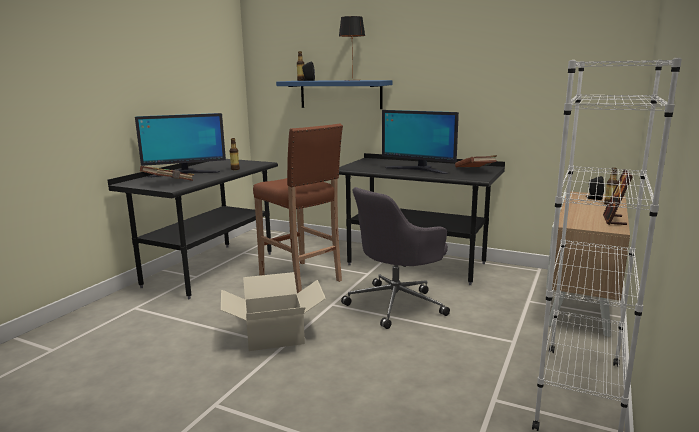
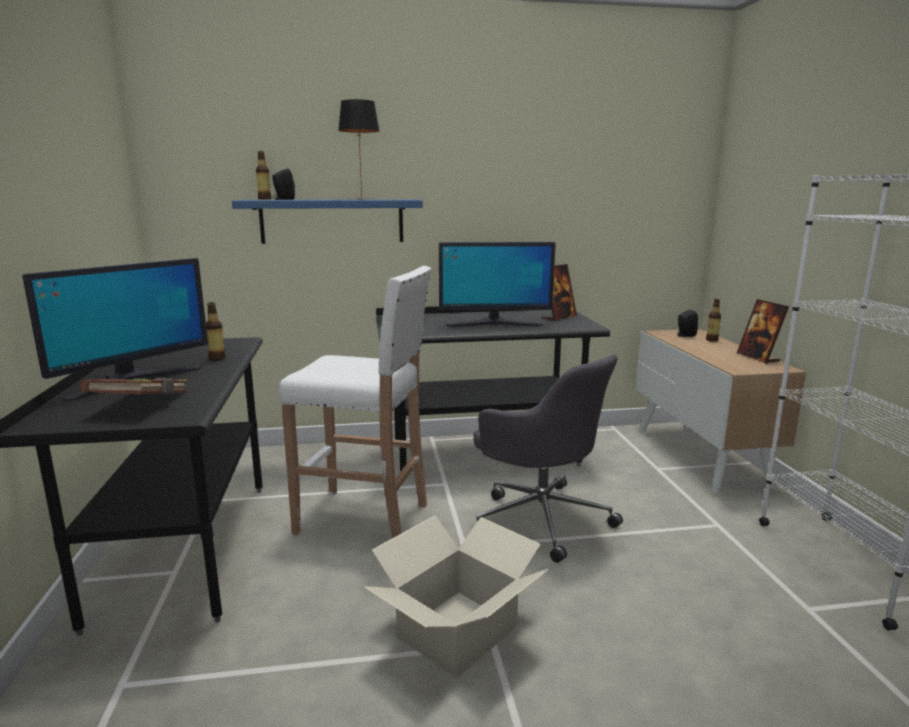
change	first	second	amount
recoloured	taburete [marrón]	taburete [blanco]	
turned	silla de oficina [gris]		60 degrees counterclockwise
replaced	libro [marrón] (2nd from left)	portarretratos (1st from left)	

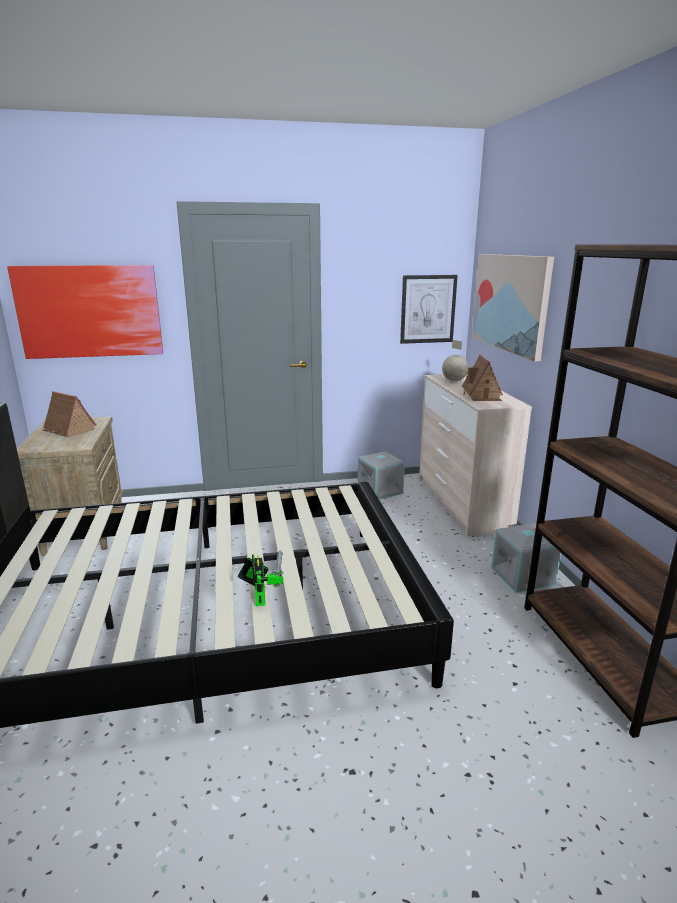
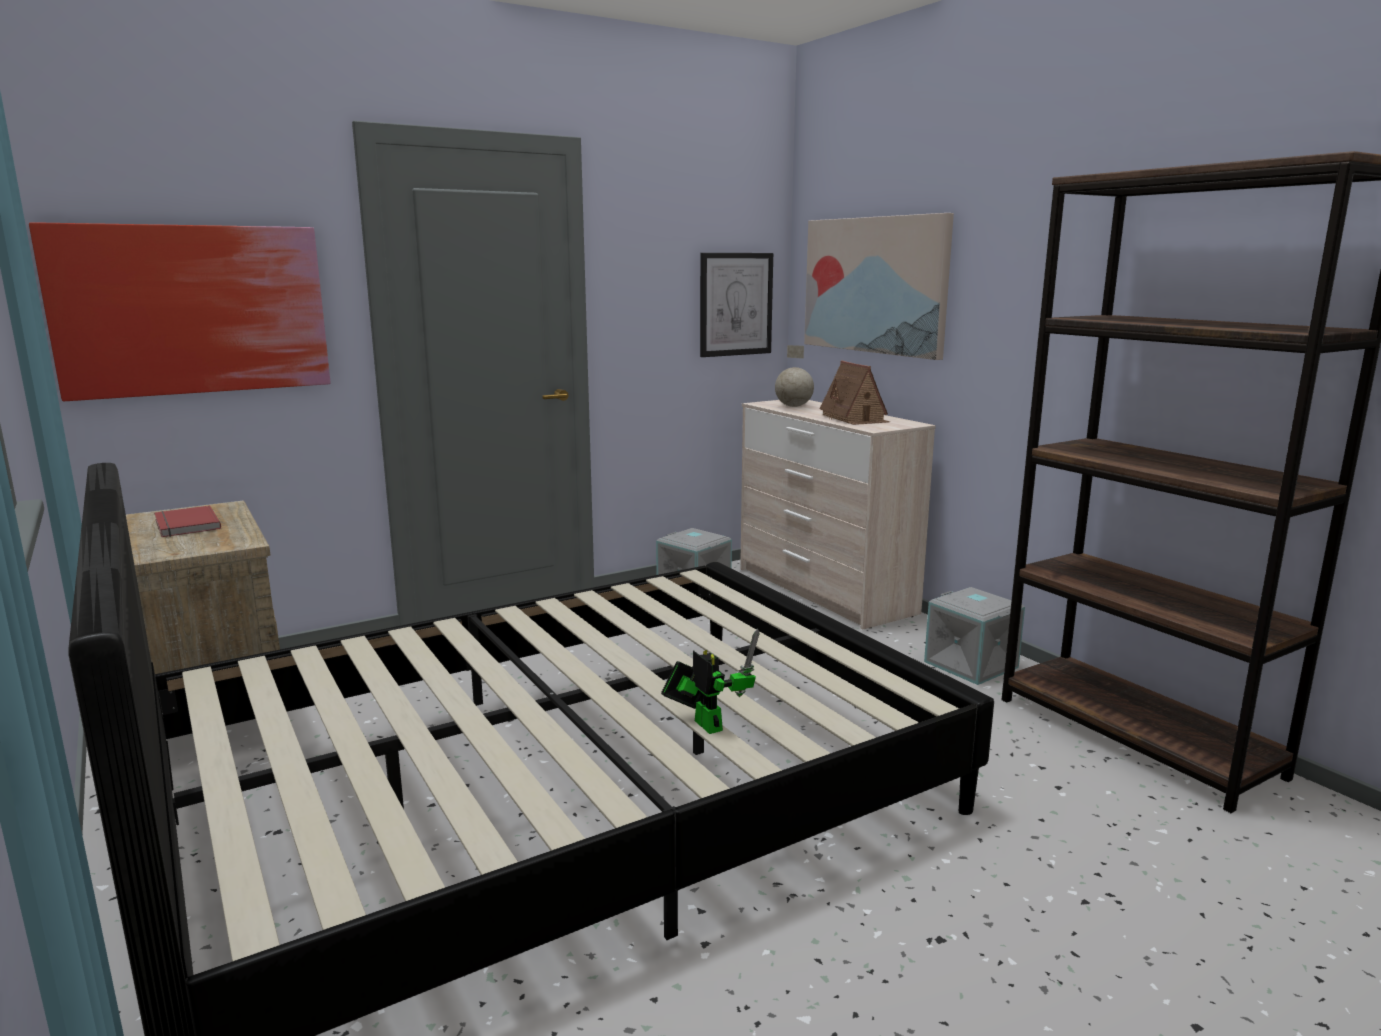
change	first	second	amount
replaced	casita (1st from left)	libro [rojo]	

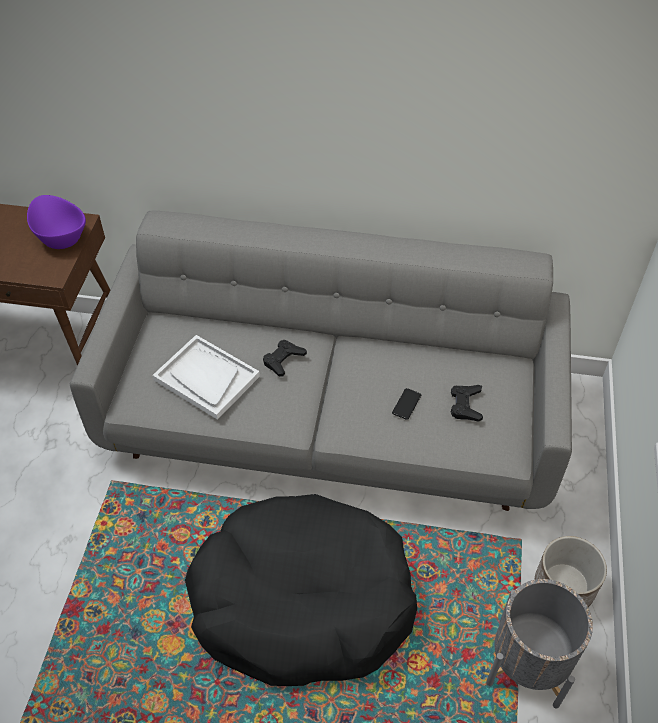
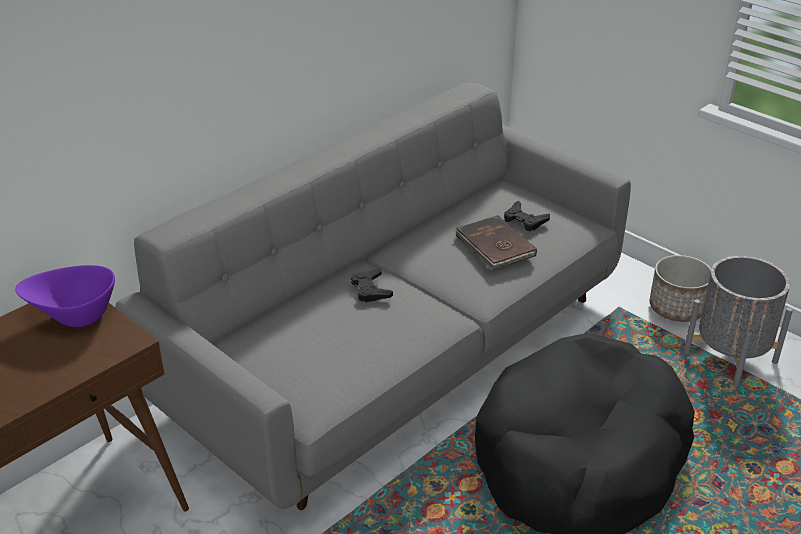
change	first	second	amount
removed	bandeja [blanco]		
replaced	móvil	libro [marrón]	

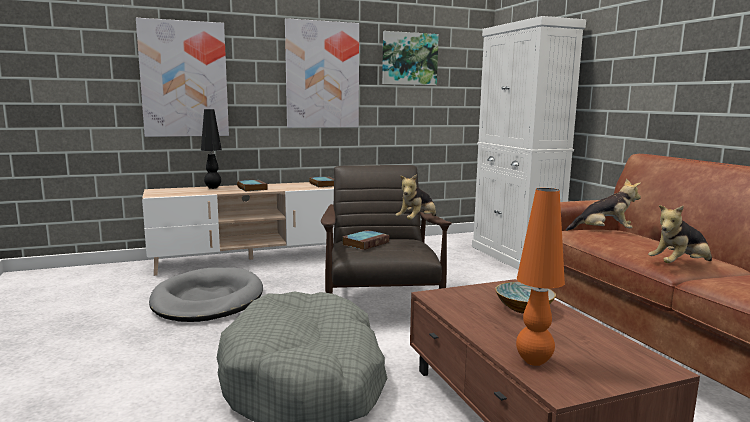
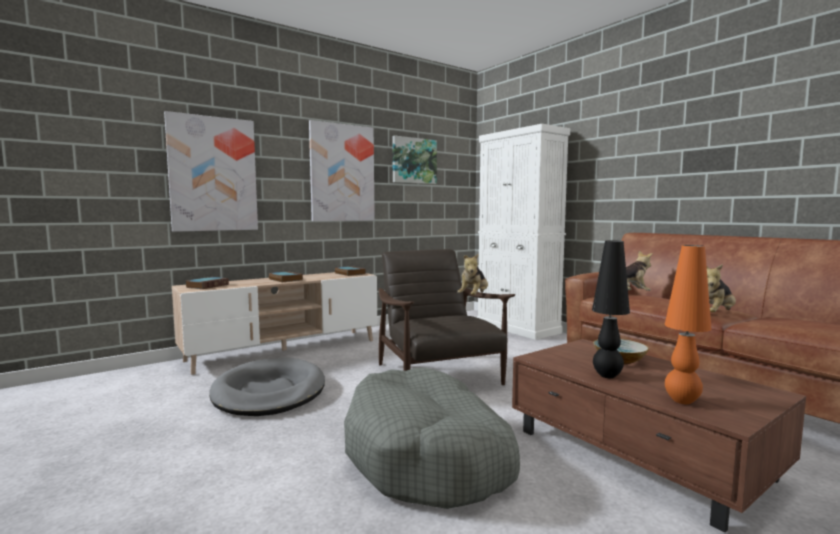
change	first	second	amount
moved	lámpara de mesa [negro]		
moved	libro (3rd from left in the first image)	libro (1st from left)	

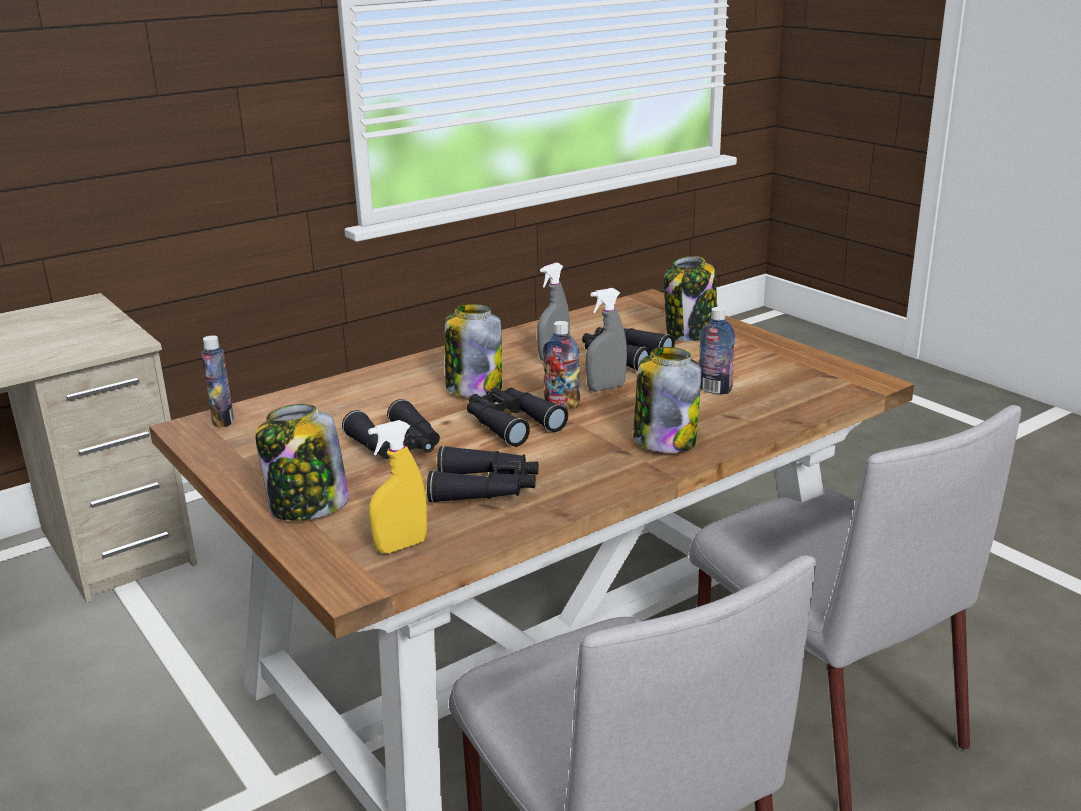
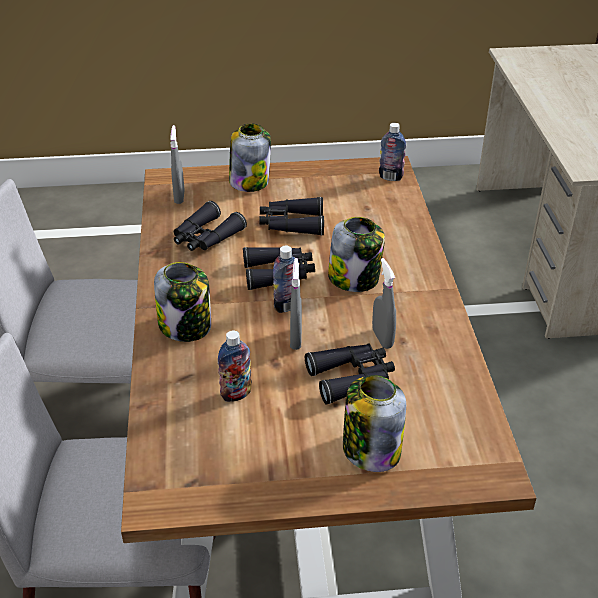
change	first	second	amount
recoloured	pulverizador [amarillo]	pulverizador [gris] (1st from left)	

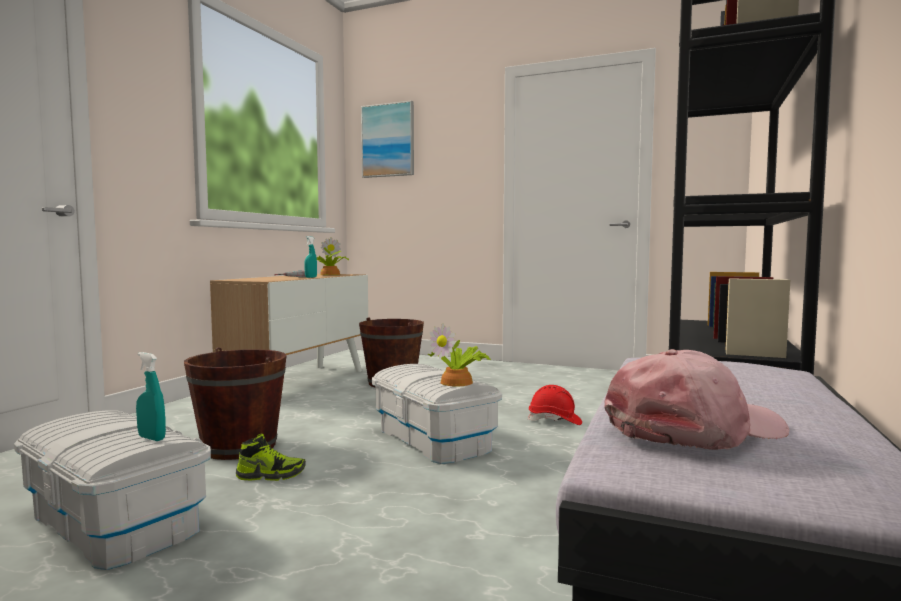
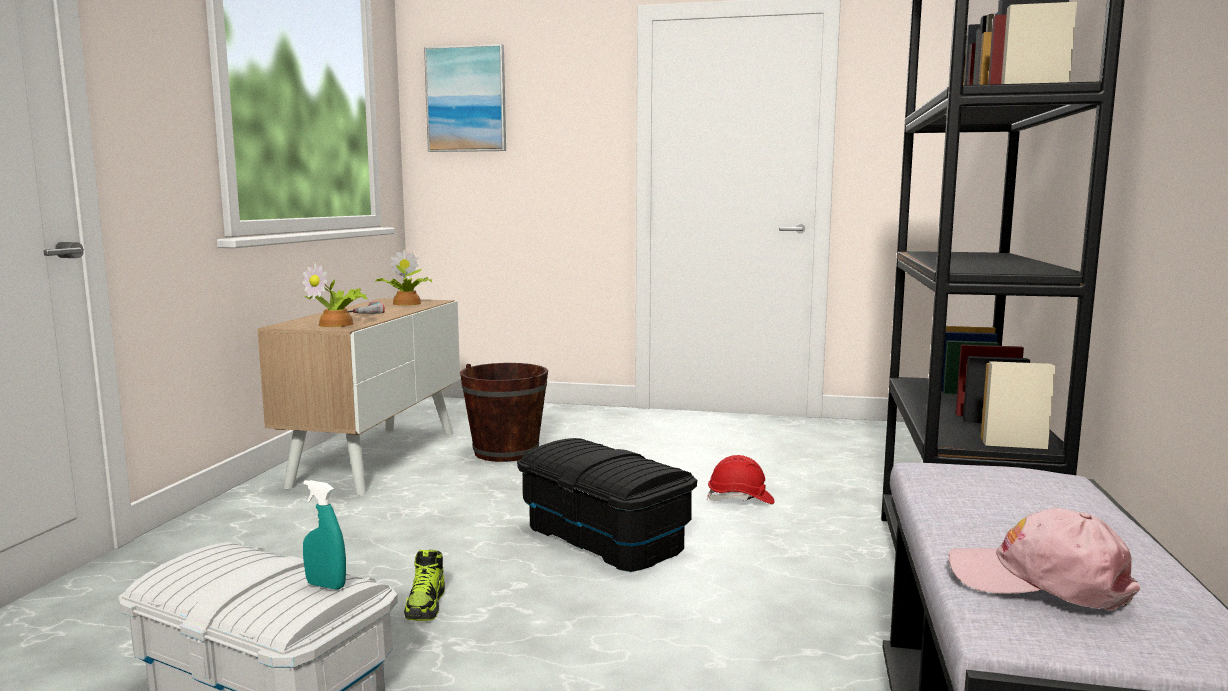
change	first	second	amount
removed	cubo [marrón] (1st from left)		
turned	zapato		105 degrees clockwise
removed	pulverizador [turquesa] (2nd from left)		
recoloured	caja de almacenaje [blanco] (2nd from left)	caja de almacenaje [negro]	
moved	planta en maceta (2nd from left in the first image)	planta en maceta (1st from left)	
turned	gorra [rosa]		120 degrees counterclockwise

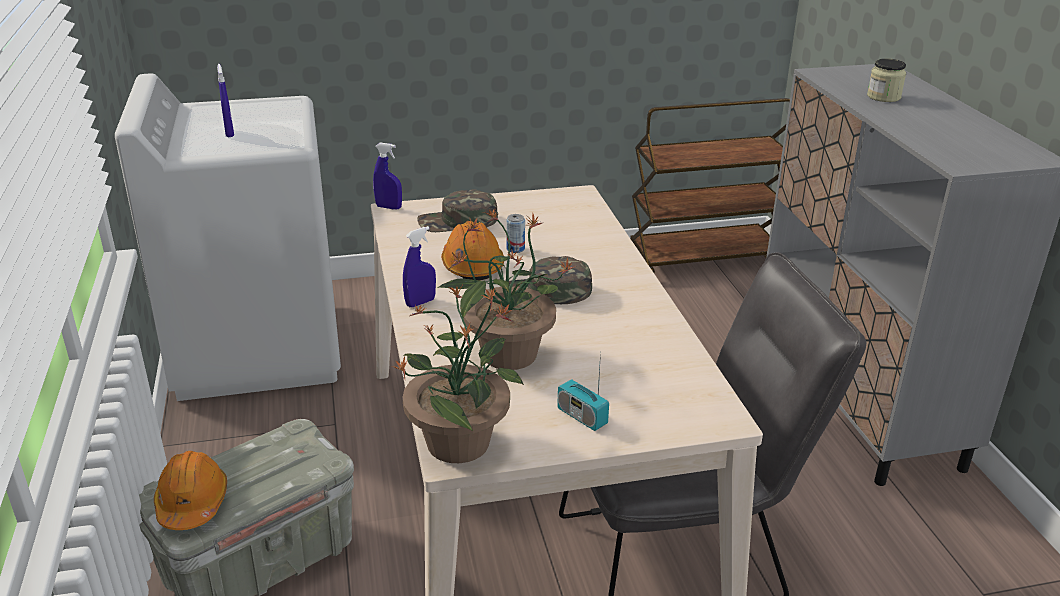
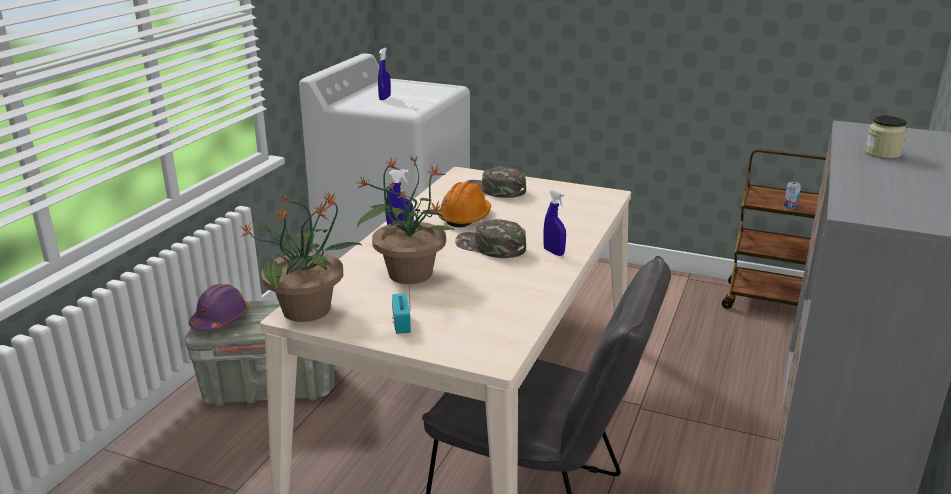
change	first	second	amount
recoloured	casco [naranja] (1st from left)	casco [morado]	
moved	pulverizador [azul] (2nd from left in the first image)	pulverizador [azul] (3rd from left)	
moved	lata		

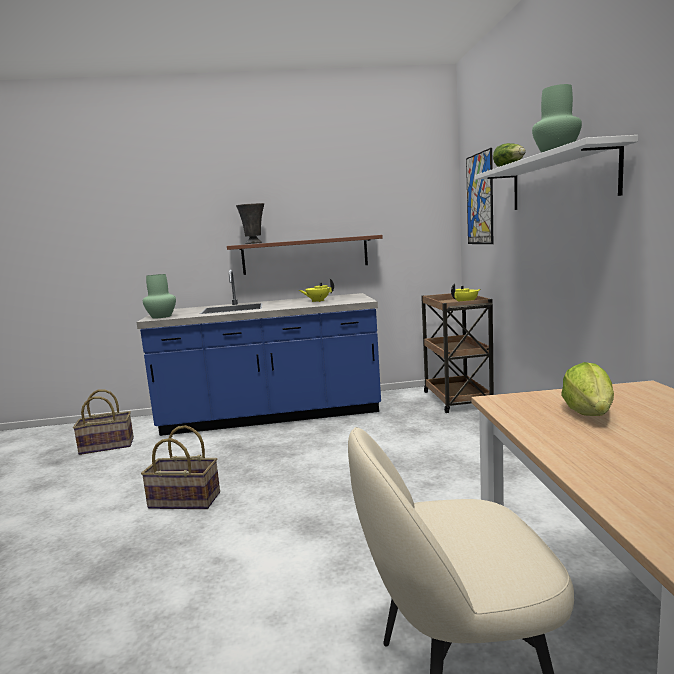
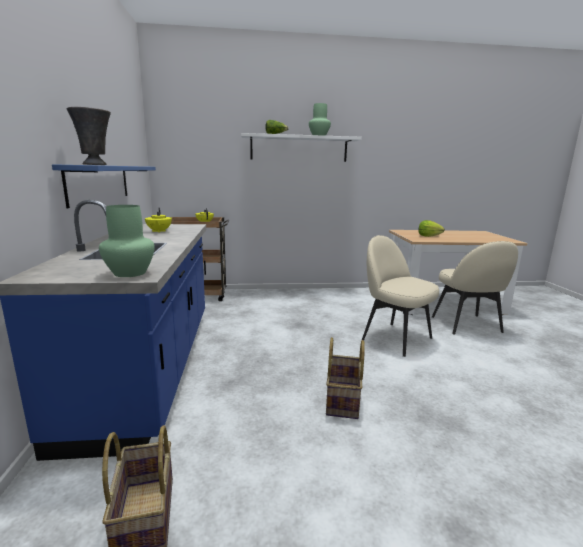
change	first	second	amount
recoloured	estante [marrón]	estante [azul]	
removed	cuadro		
added		silla [beis] (1st from left)	

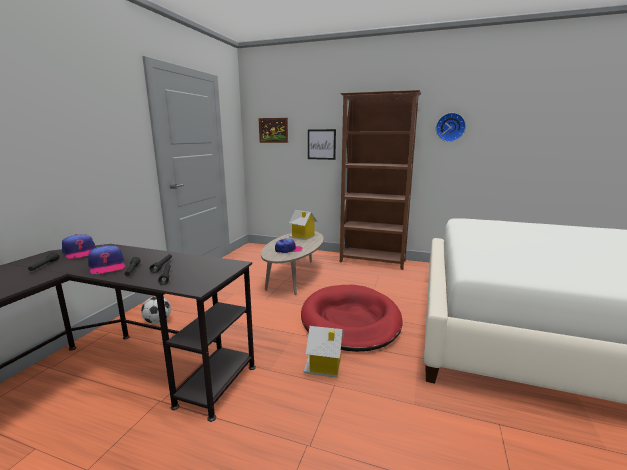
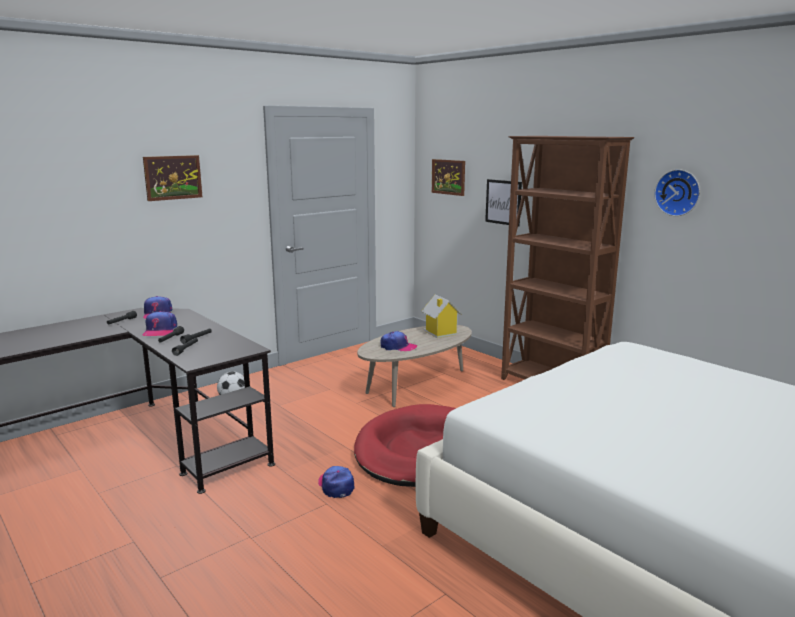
change	first	second	amount
replaced	casita (2nd from left)	gorra (3rd from left)	
added		cuadro (1st from left)	

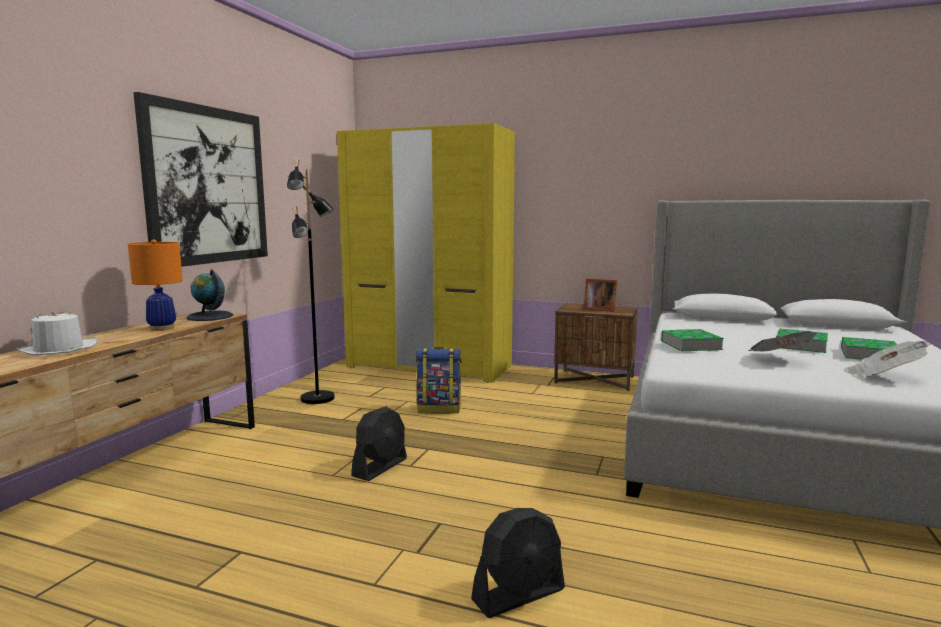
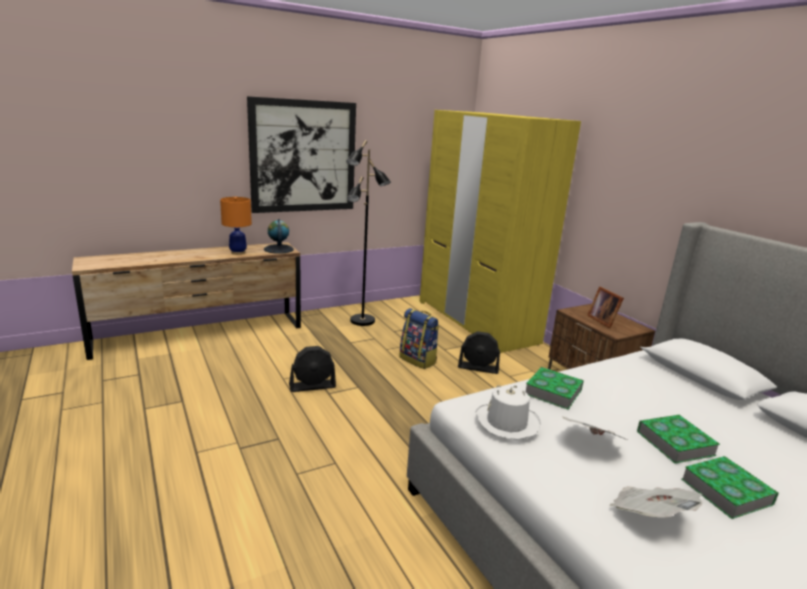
change	first	second	amount
moved	sombrero [blanco]		
moved	ventilador [negro] (2nd from left)		

